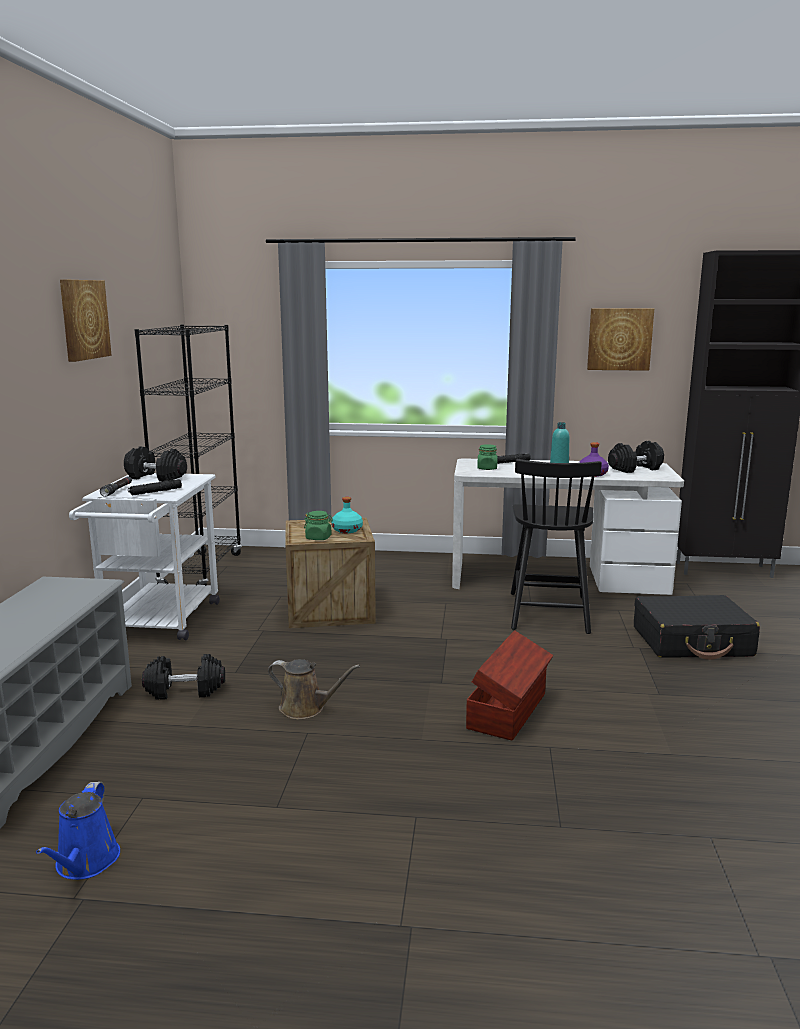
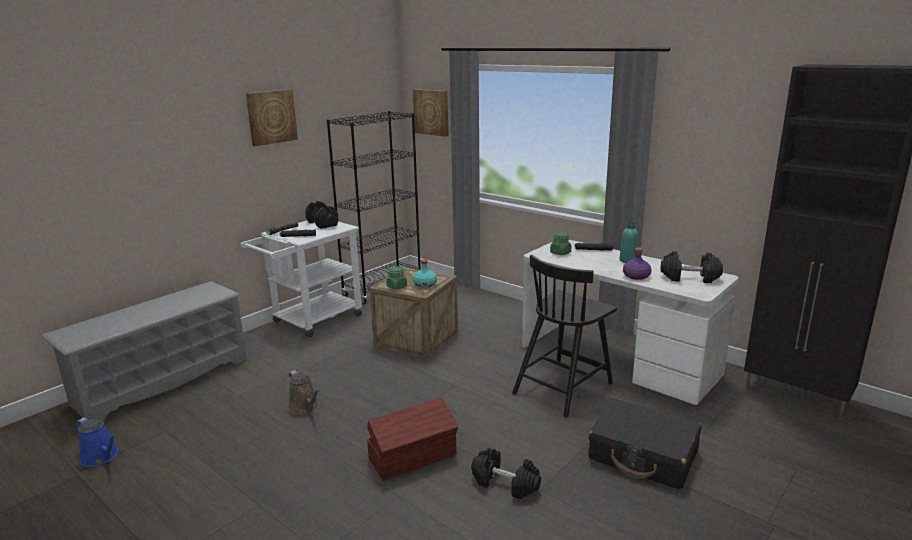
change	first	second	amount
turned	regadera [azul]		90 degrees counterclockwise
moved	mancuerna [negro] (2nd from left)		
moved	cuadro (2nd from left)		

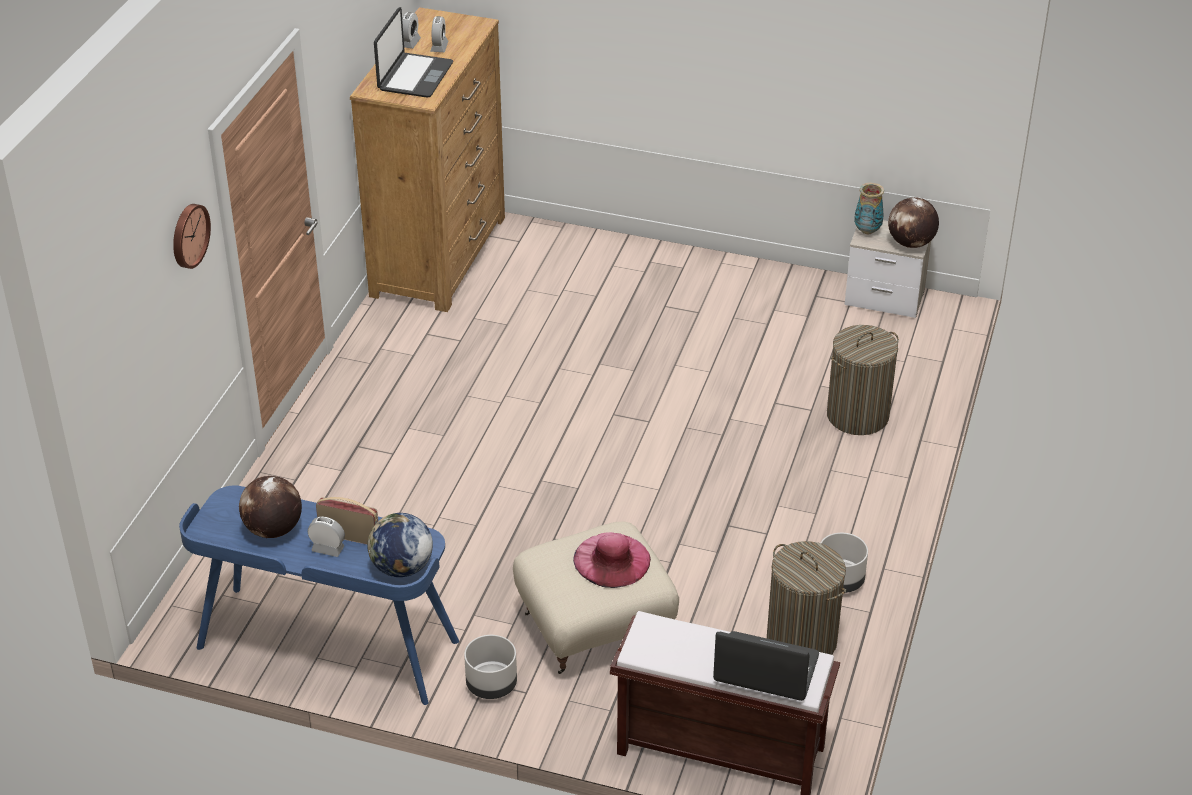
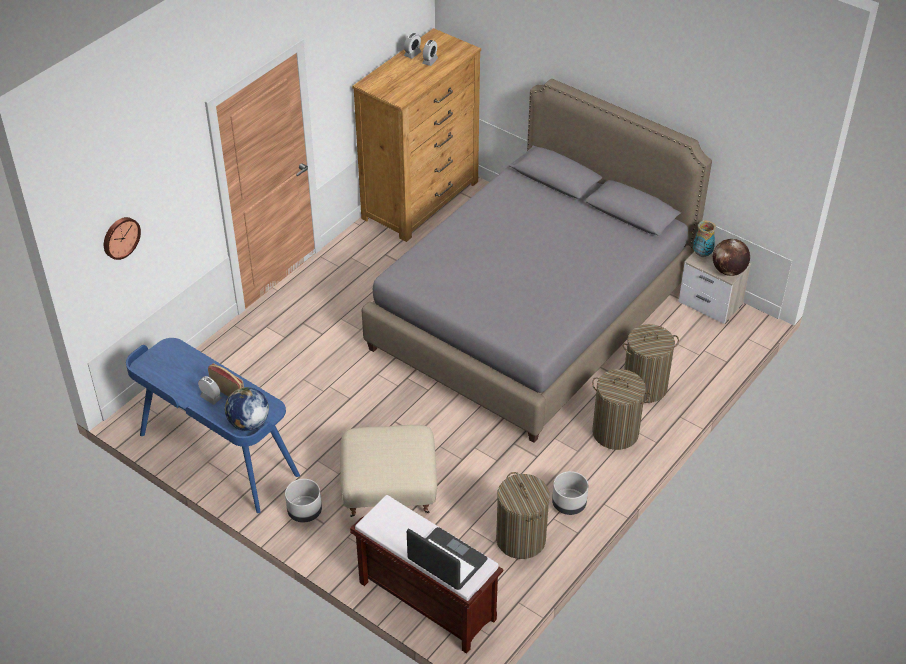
change	first	second	amount
moved	reloj de pared		
removed	globo terráqueo (1st from left)		
removed	portátil (1st from left)		
removed	sombrero [rosa]		
added		cama [gris]	
added		cesto de la ropa (2nd from left)	

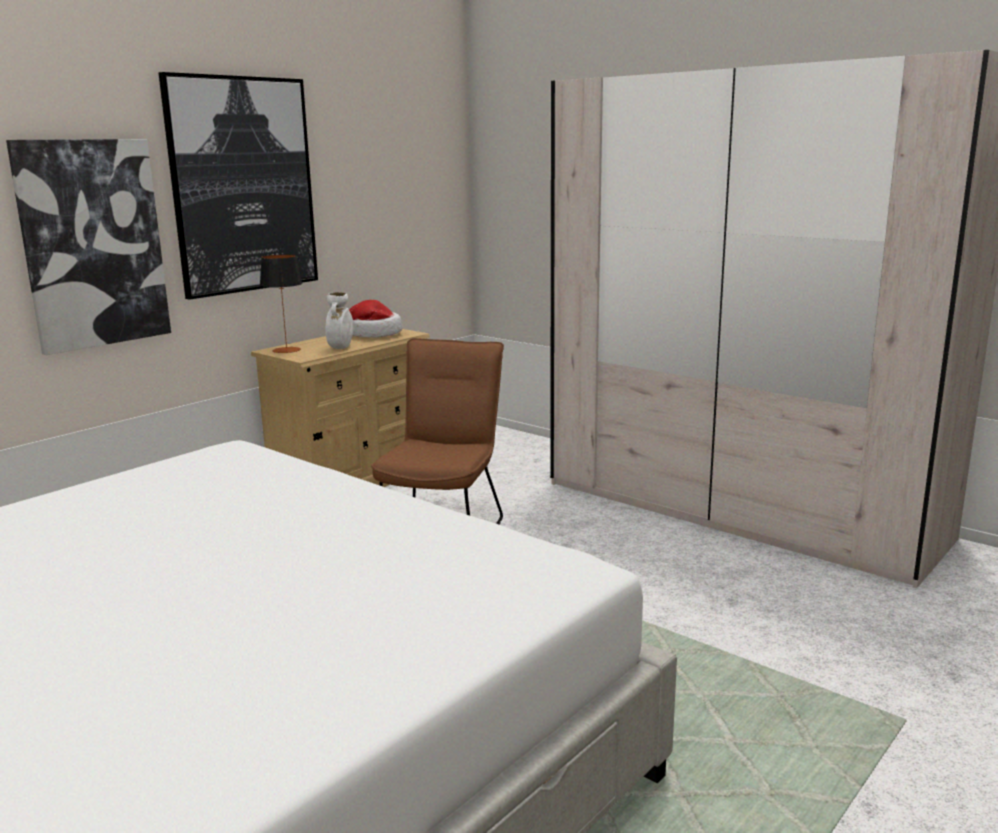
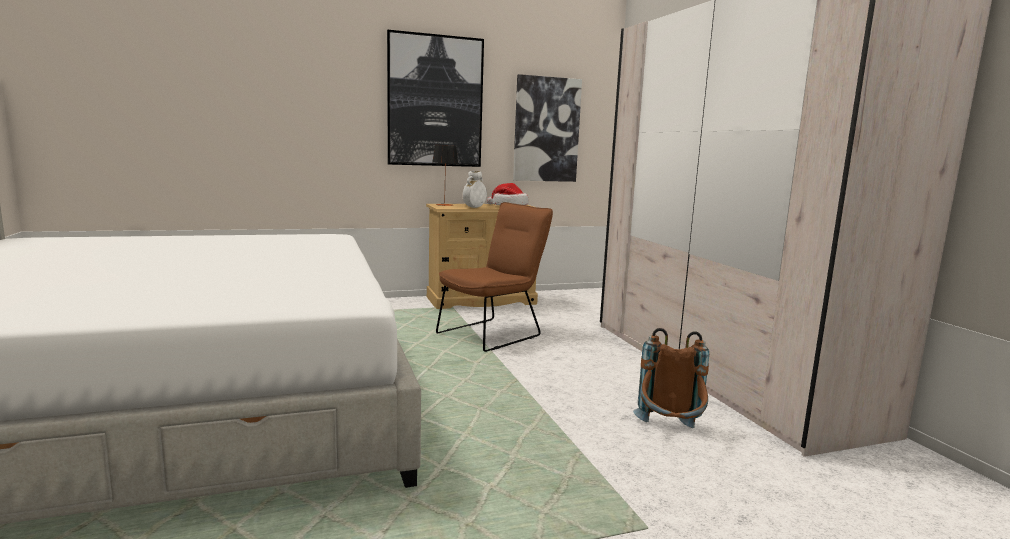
change	first	second	amount
moved	cuadro (1st from left in the first image)	cuadro (2nd from left)	
added		mochila [marrón]	

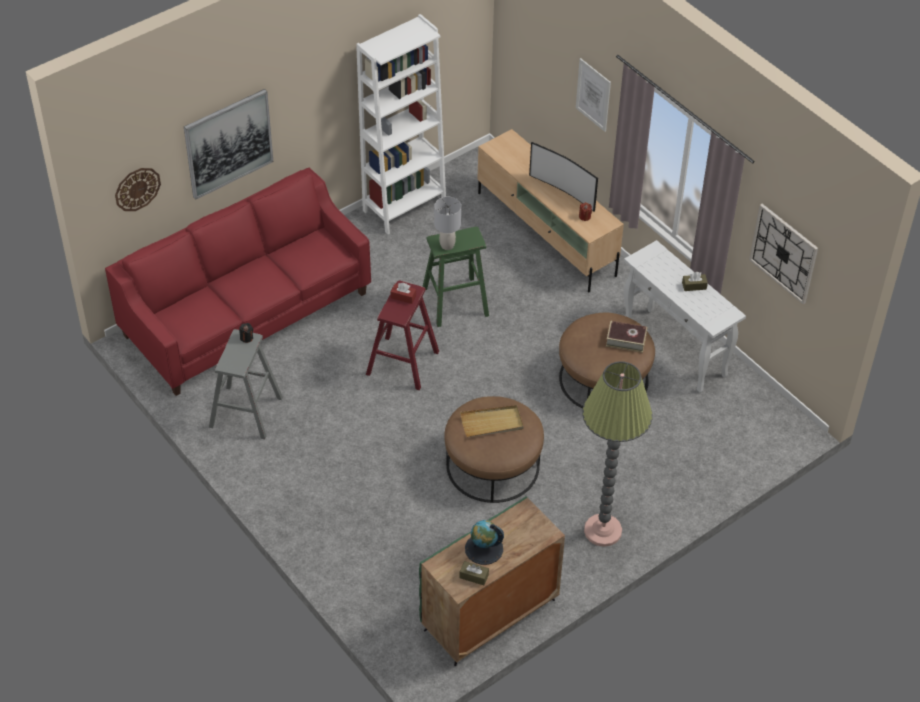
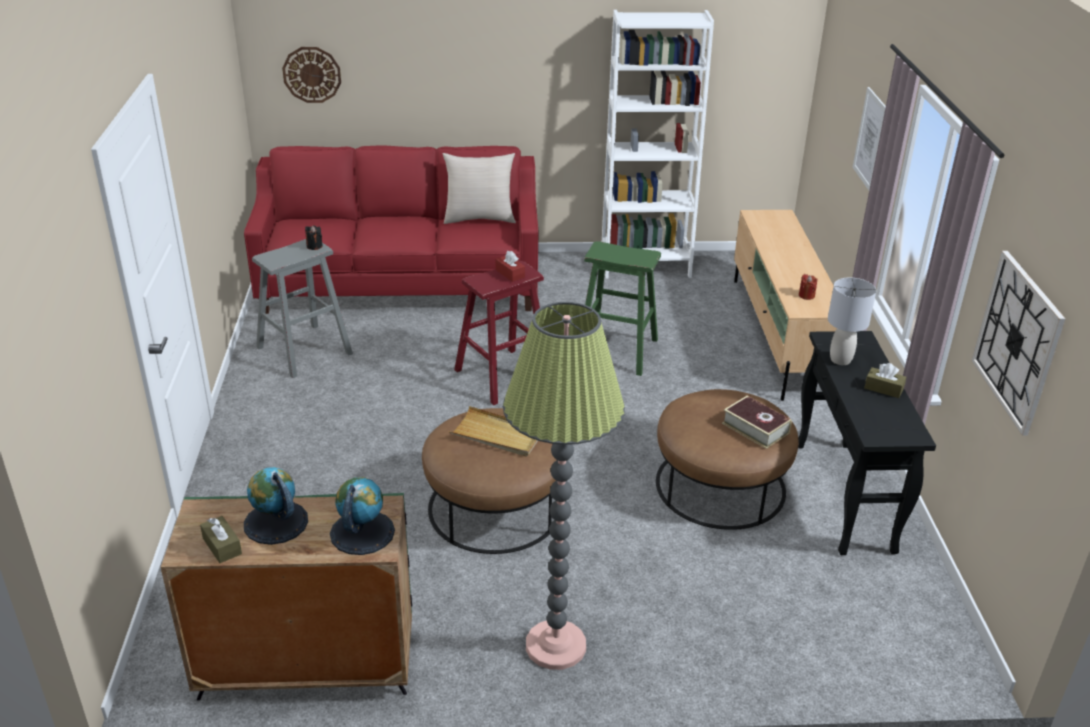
change	first	second	amount
removed	cuadro (1st from left)		
moved	lámpara de mesa [gris]		
removed	televisor		
recoloured	mesa consola [blanco]	mesa consola [negro]	
added		globo terráqueo (2nd from left)	
added		cojín [beis]	

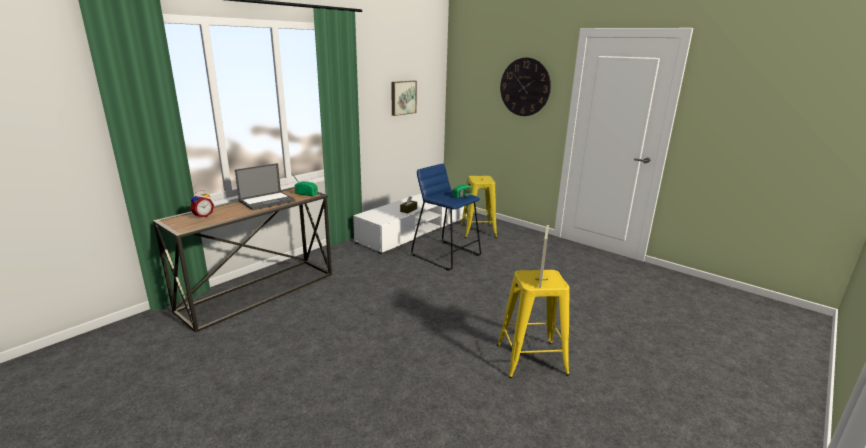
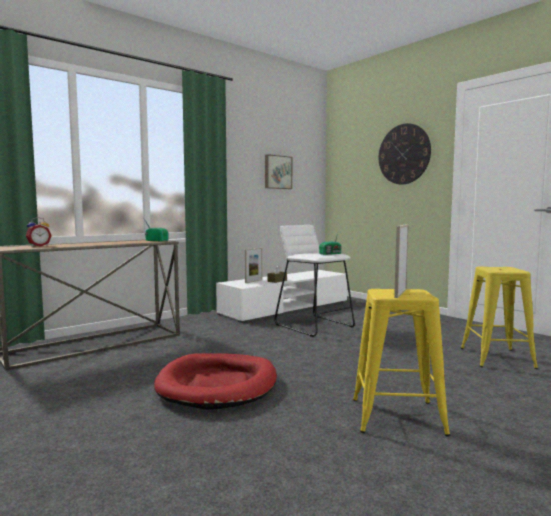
change	first	second	amount
removed	portátil		
recoloured	taburete [azul]	taburete [blanco]	
moved	taburete [amarillo] (1st from left in the first image)	taburete [amarillo] (2nd from left)	
added		cama para perro [rojo]	
added		portarretratos (1st from left)	

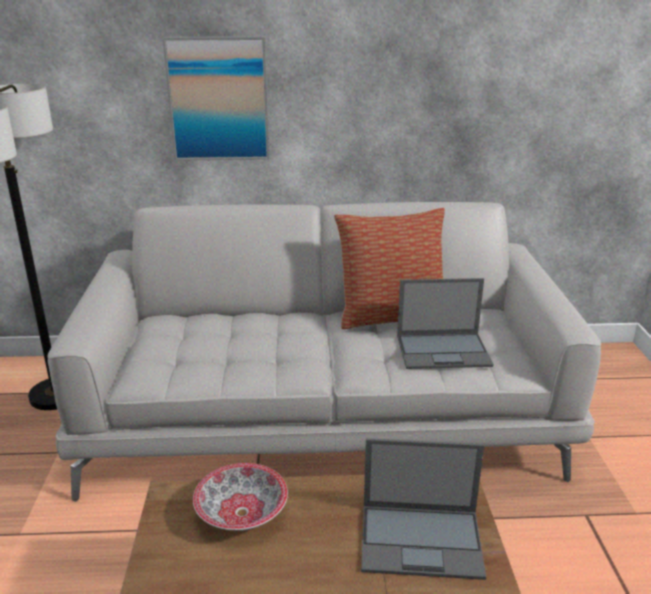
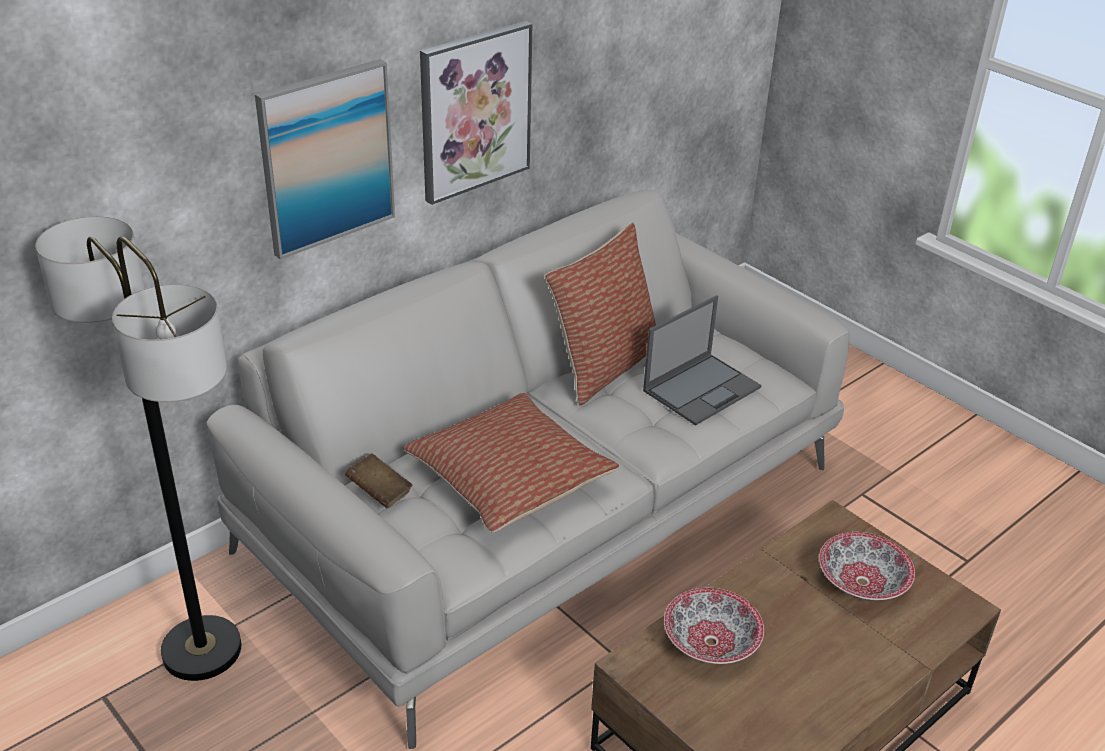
change	first	second	amount
replaced	portátil (1st from left)	cuenco (2nd from left)	
added		libro [marrón]	
added		cojín (1st from left)	
added		cuadro (2nd from left)	

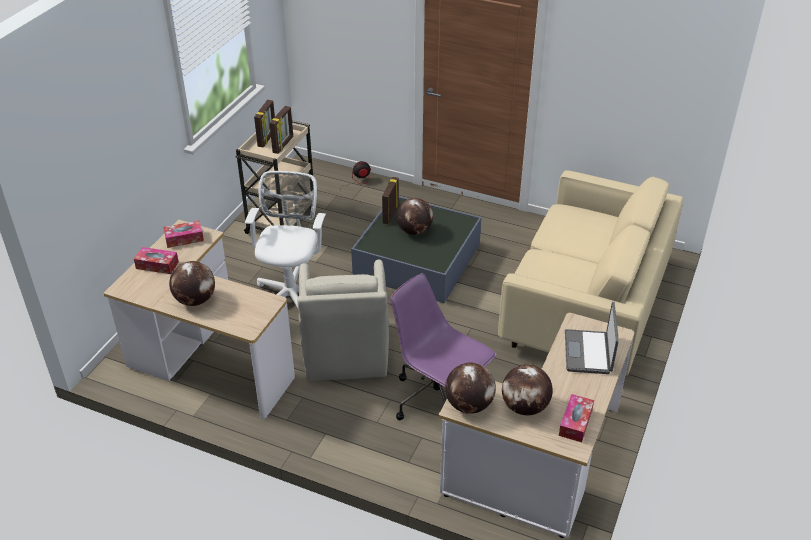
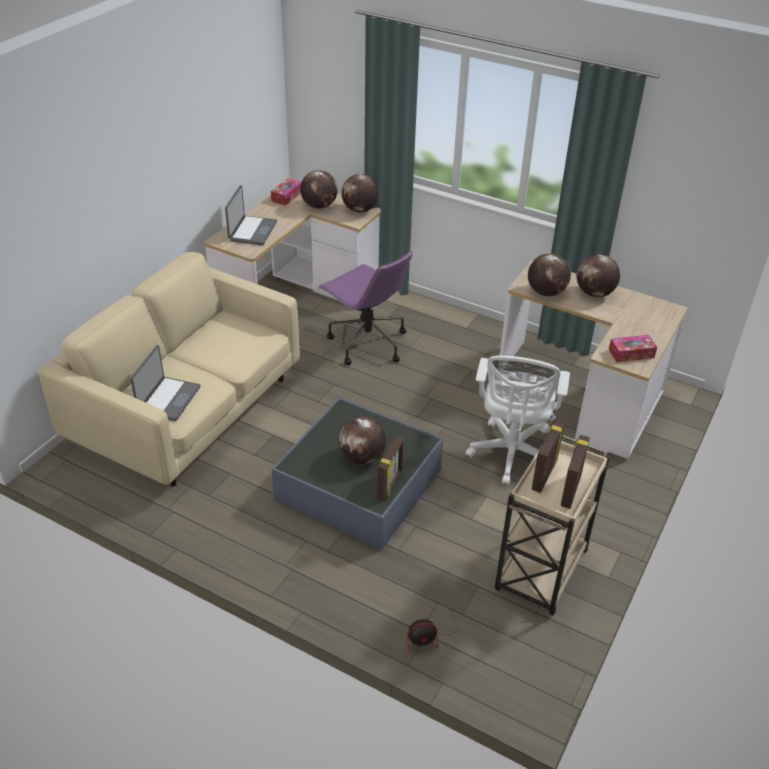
change	first	second	amount
removed	caja de pañuelos (1st from left)		
removed	sillón [beis]		
added		portátil (1st from left)	
added		globo terráqueo (4th from left)	

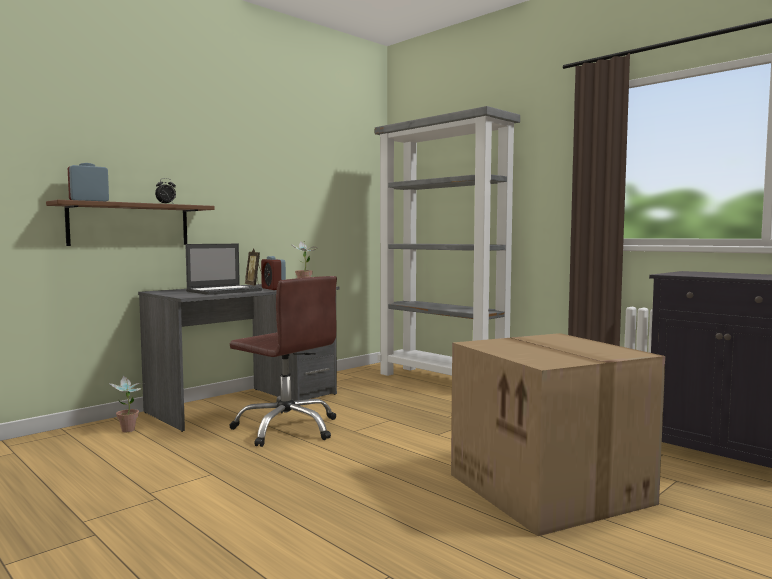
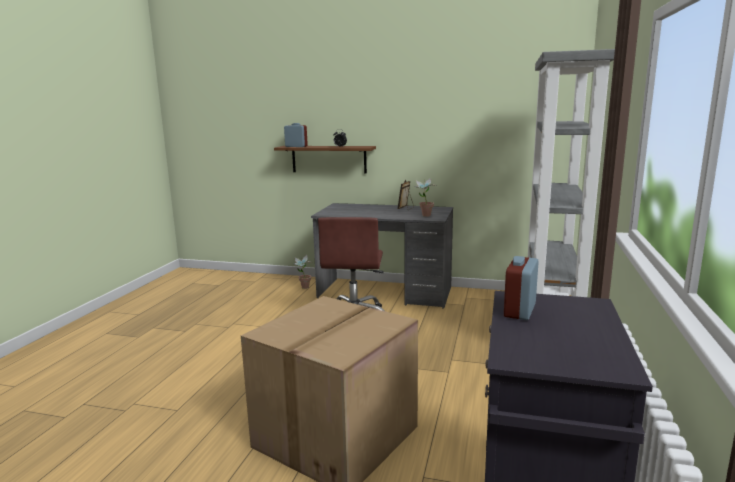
change	first	second	amount
removed	portátil		
moved	despertador (3rd from left)		

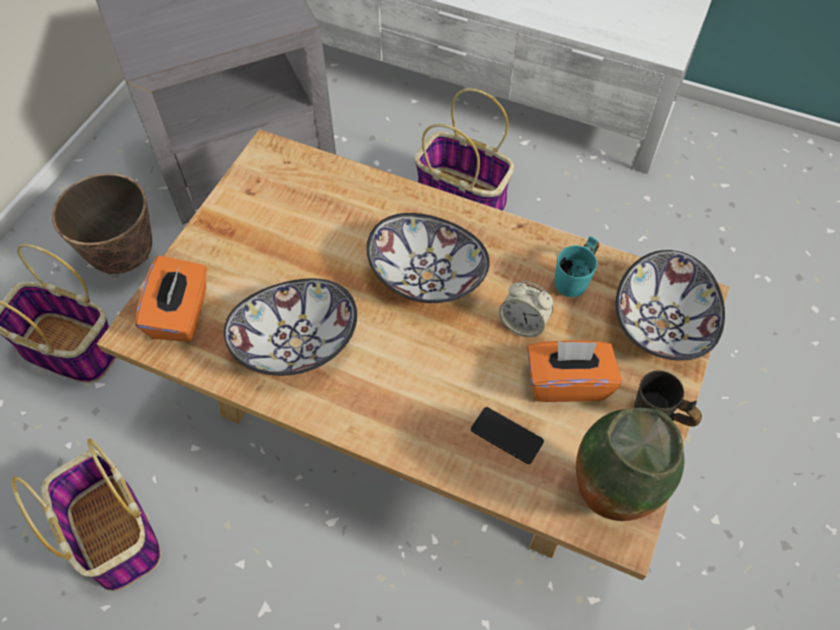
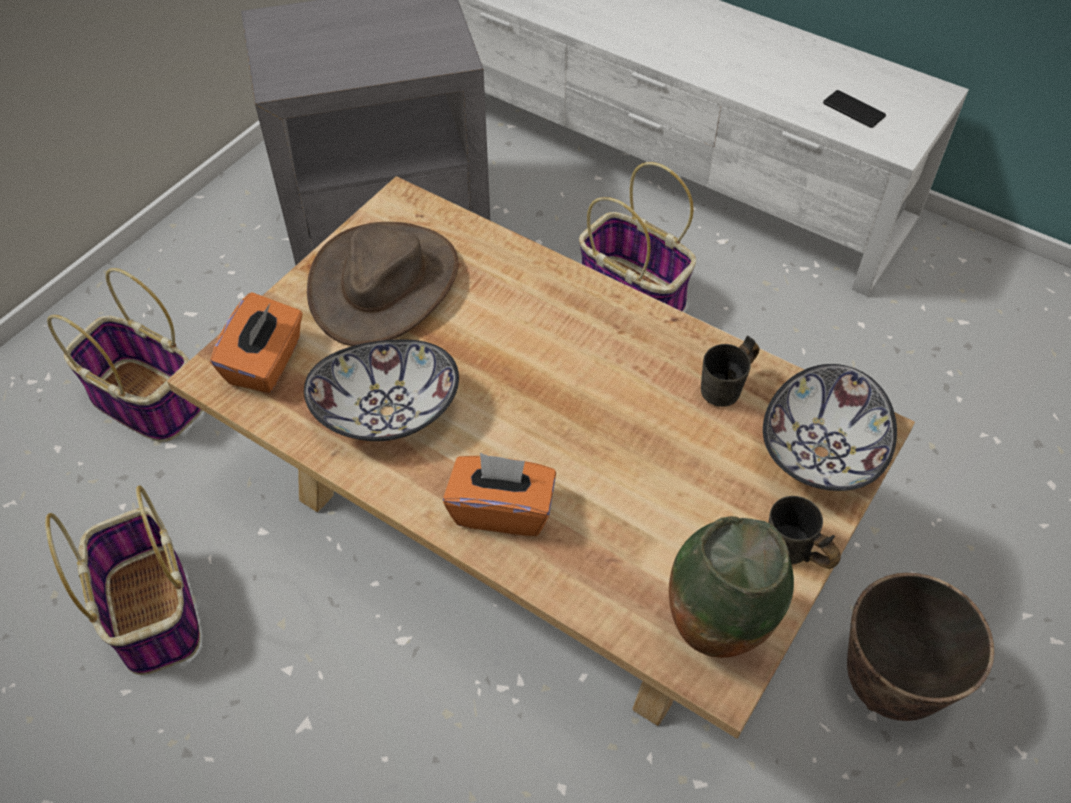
change	first	second	amount
moved	maceta		
removed	cuenco (2nd from left)		
moved	móvil		
removed	despertador		
moved	caja de pañuelos [naranja] (2nd from left)		
recoloured	taza grande [turquesa]	taza grande [gris] (1st from left)	
added		sombrero [marrón]	

